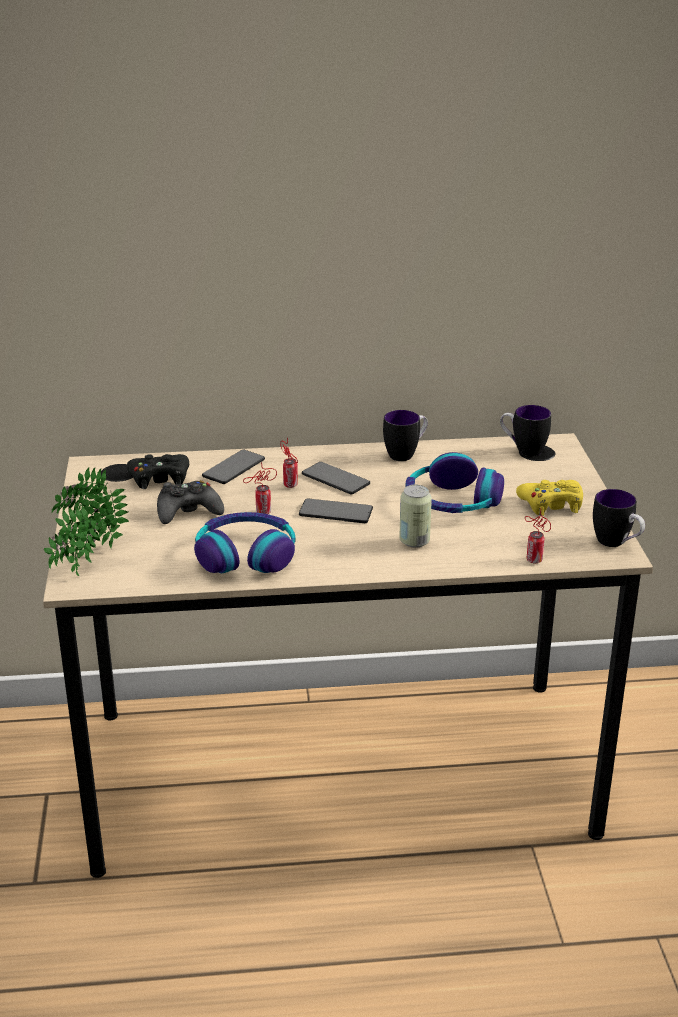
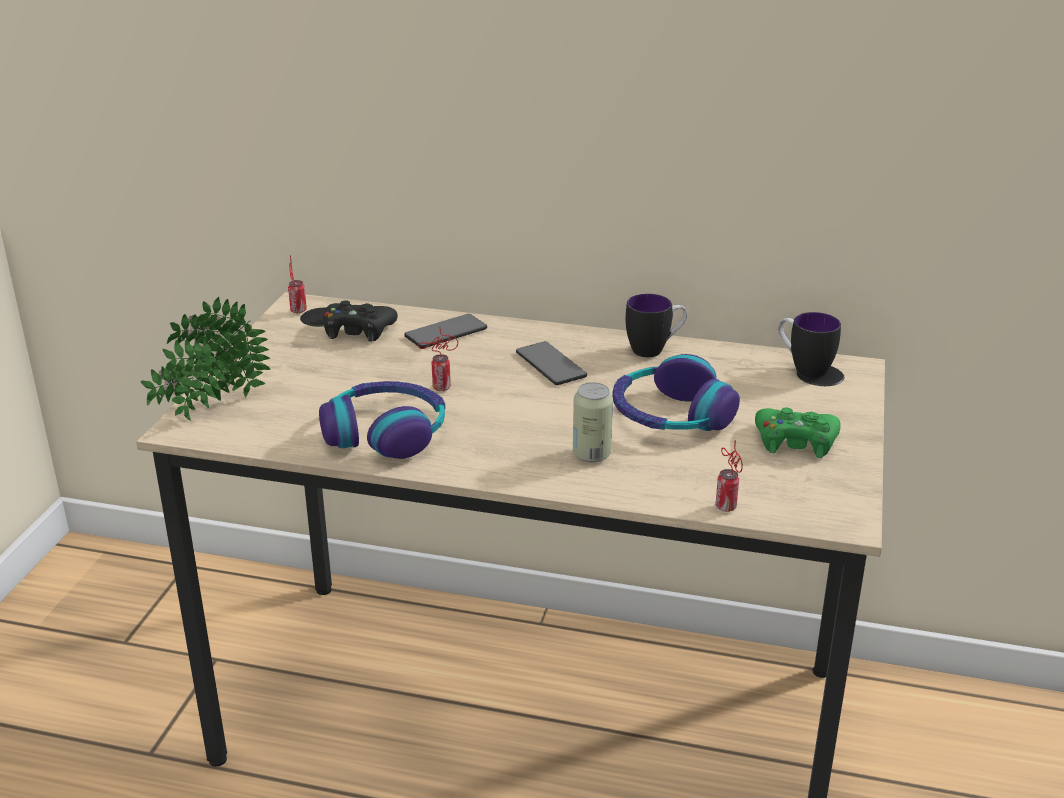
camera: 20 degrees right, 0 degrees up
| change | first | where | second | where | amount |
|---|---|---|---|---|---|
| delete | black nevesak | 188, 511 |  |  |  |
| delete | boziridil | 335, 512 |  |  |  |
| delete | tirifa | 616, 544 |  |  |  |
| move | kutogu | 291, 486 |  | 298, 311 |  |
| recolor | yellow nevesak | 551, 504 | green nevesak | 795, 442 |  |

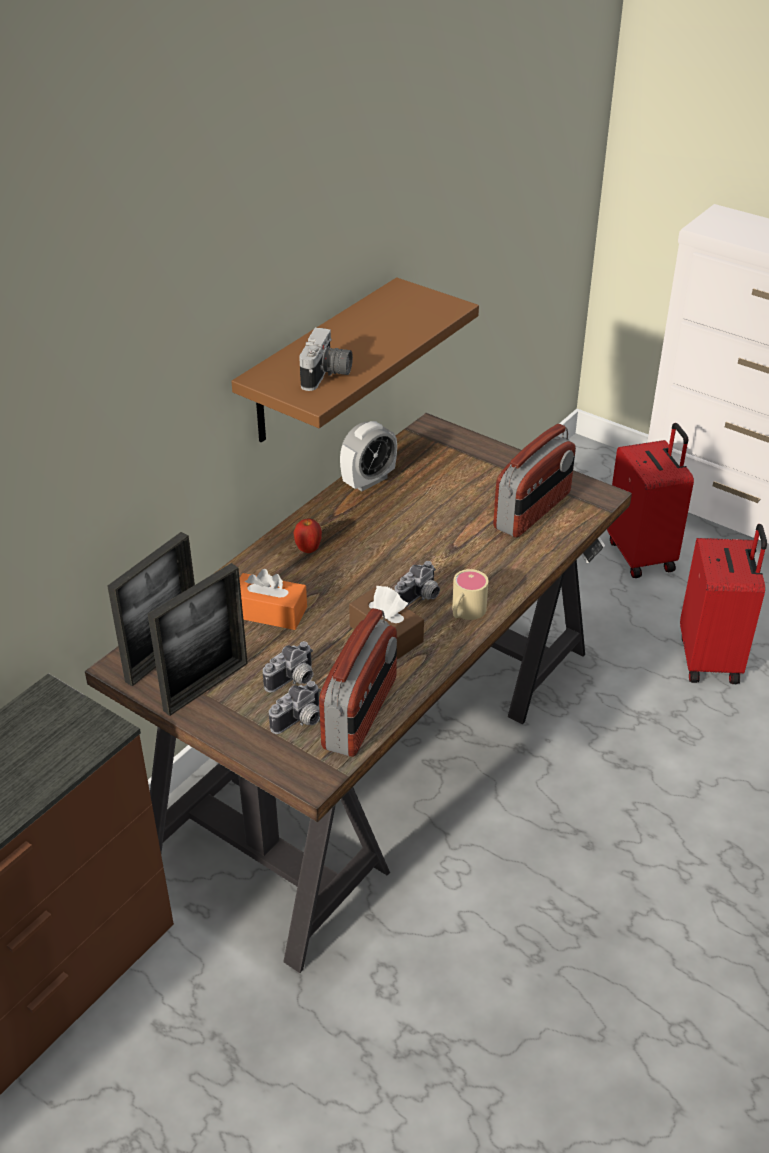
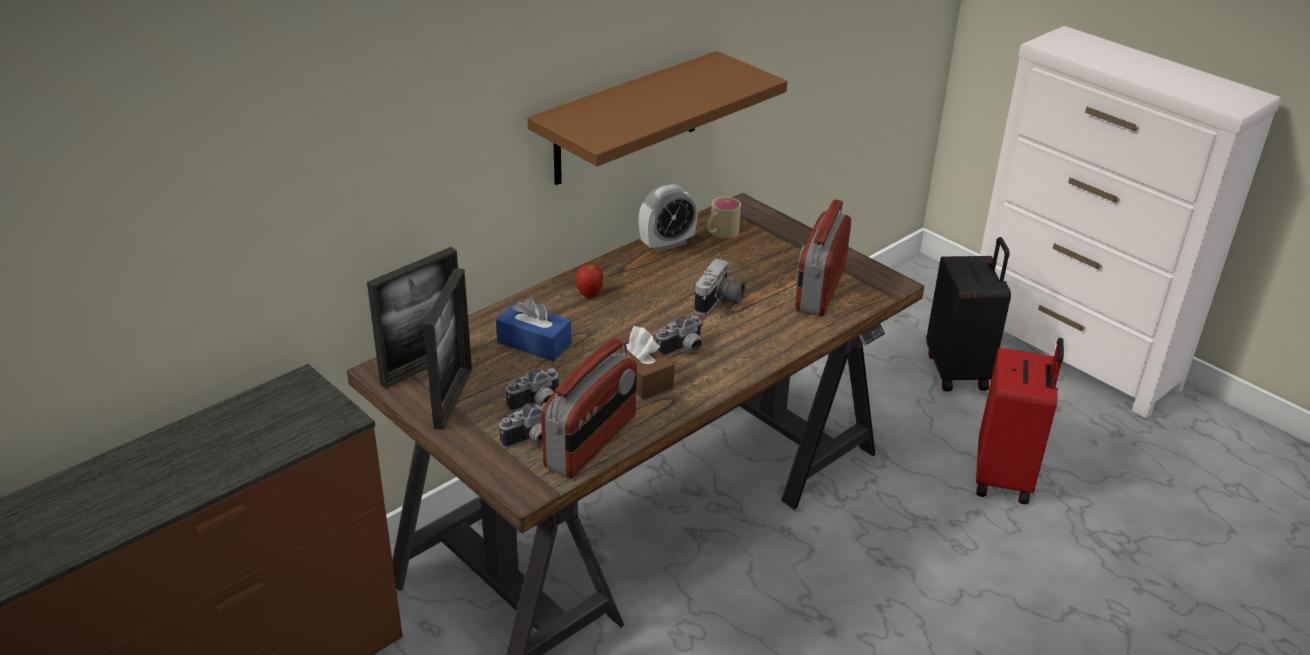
camera: 10 degrees right, 5 degrees down
| change | first | where | second | where | amount |
|---|---|---|---|---|---|
| move | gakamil | 327, 376 |  | 720, 302 |  |
| move | beige tirifa | 465, 613 |  | 720, 233 |  |
| recolor | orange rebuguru | 269, 612 | blue rebuguru | 534, 343 |  |
| recolor | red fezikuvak | 642, 555 | black fezikuvak | 958, 371 |  |
| rotate | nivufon | 206, 686 |  | 453, 398 | 45 degrees counterclockwise |
| rotate | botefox | 533, 511 |  | 819, 289 | 150 degrees clockwise |

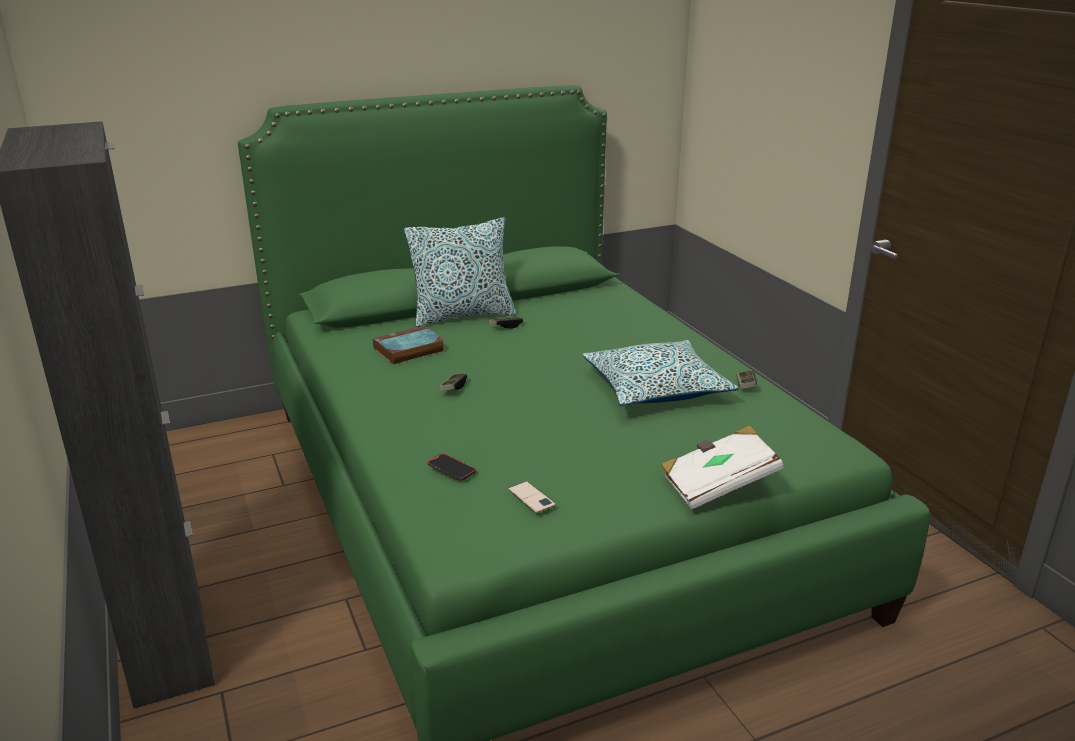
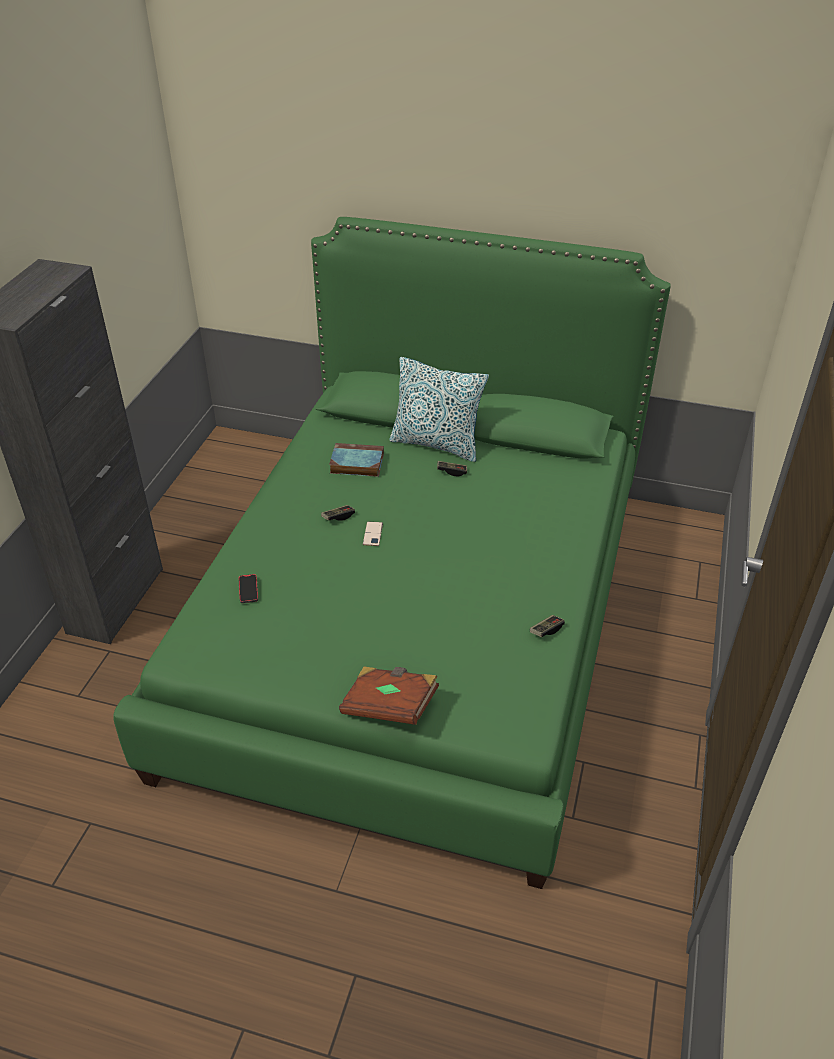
camera: 40 degrees right, 15 degrees up
| change | first | where | second | where | amount |
|---|---|---|---|---|---|
| delete | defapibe | 656, 388 |  |  |  |
| move | boziridil | 531, 497 |  | 373, 534 |  |
| recolor | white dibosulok | 718, 485 | brown dibosulok | 390, 706 |  |

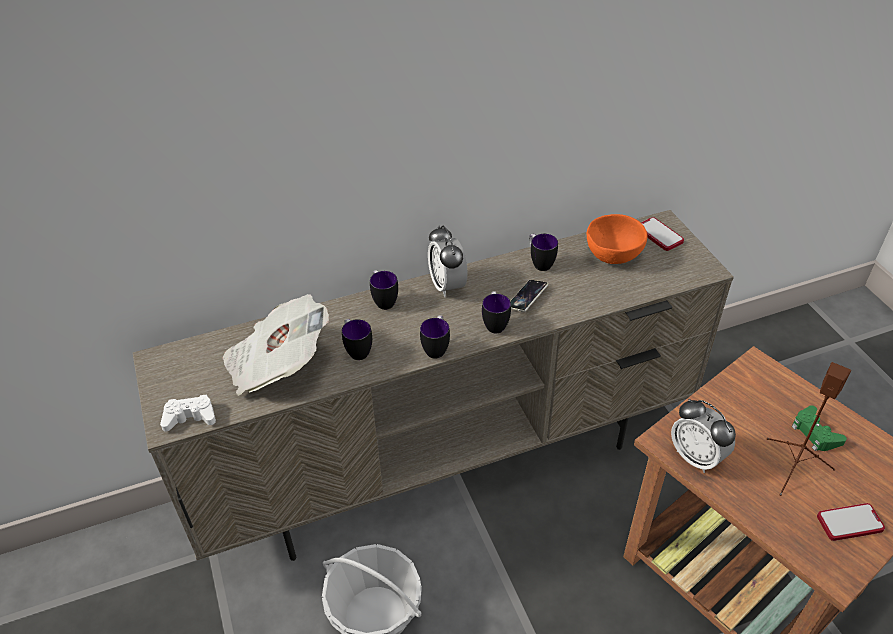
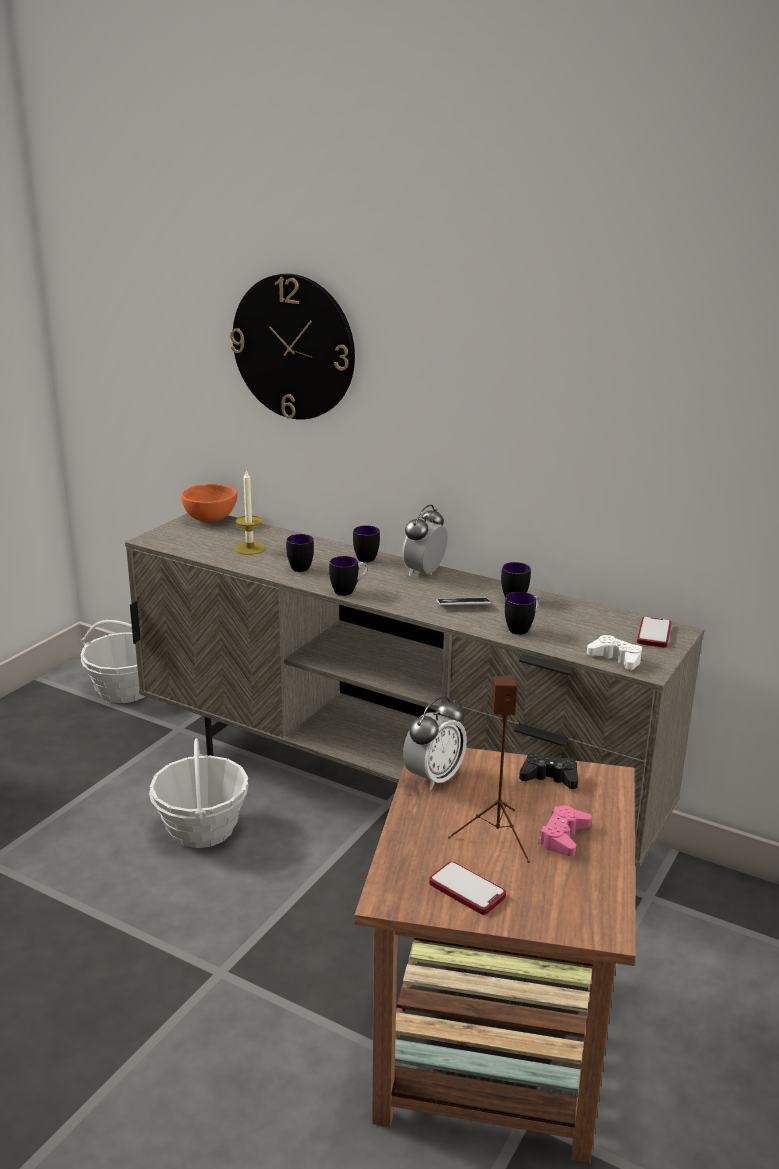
camera: 50 degrees right, 20 degrees down
| change | first | where | second | where | amount |
|---|---|---|---|---|---|
| insert |  |  | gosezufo | 125, 690 |  |
| insert |  |  | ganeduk | 294, 347 |  |
| insert |  |  | black nevesak | 549, 778 |  |
| move | white nevesak | 190, 417 |  | 616, 659 |  |
| move | tirifa | 495, 323 |  | 522, 628 |  |
| move | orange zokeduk | 612, 255 |  | 210, 519 |  |
| replace | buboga | 277, 364 | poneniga | 249, 548 |  |
| recolor | green nevesak | 815, 433 | pink nevesak | 563, 837 |  |
| rotate | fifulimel | 696, 457 |  | 434, 777 | 150 degrees counterclockwise |

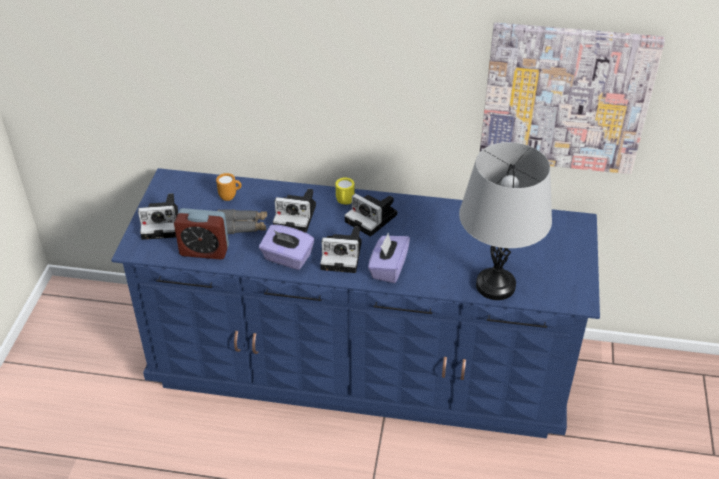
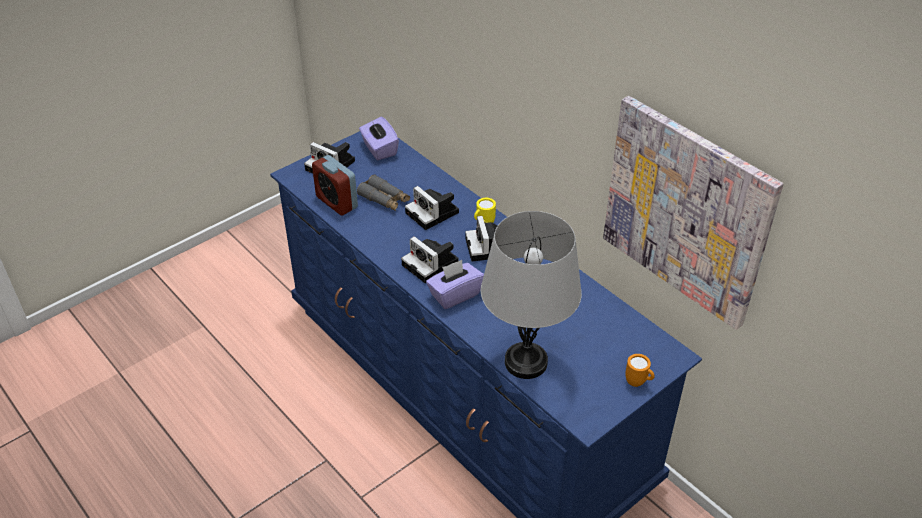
camera: 40 degrees right, 0 degrees up
| change | first | where | second | where | amount |
|---|---|---|---|---|---|
| move | orange tirifa | 230, 197 |  | 638, 382 |  |
| move | purple rebuguru | 287, 258 |  | 379, 149 |  |

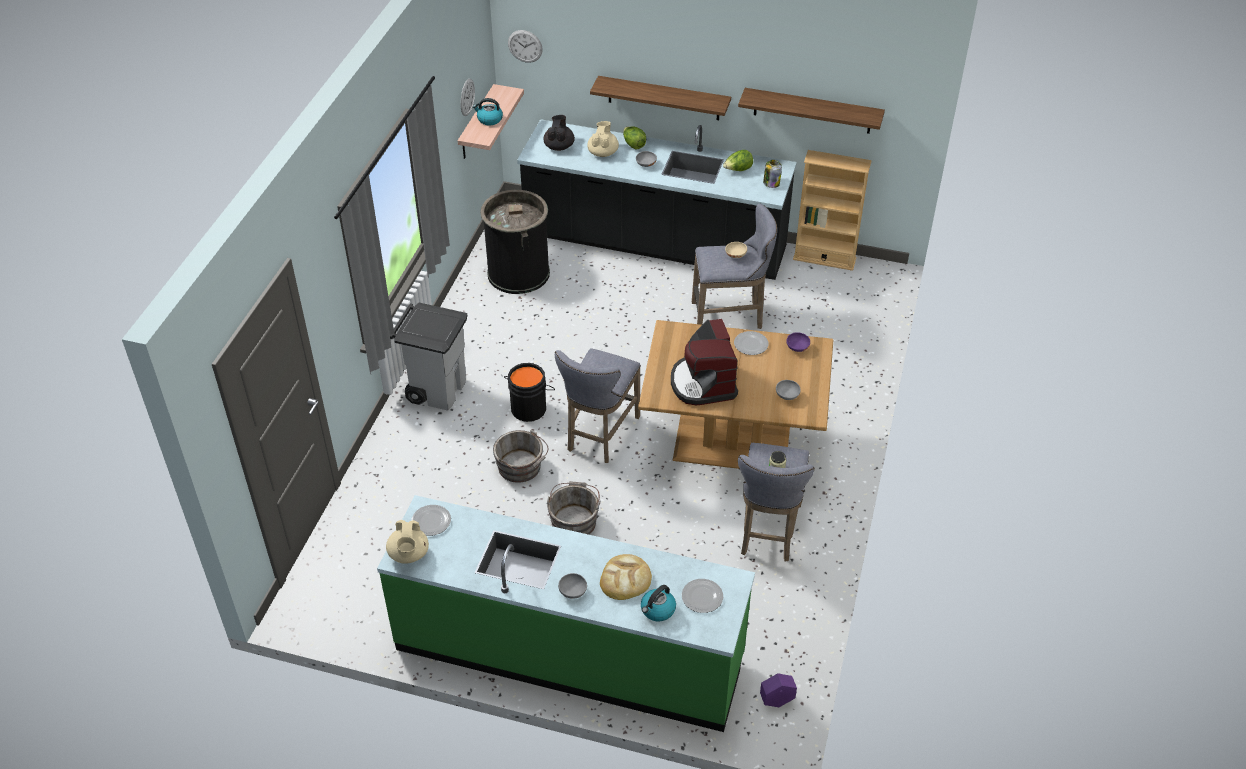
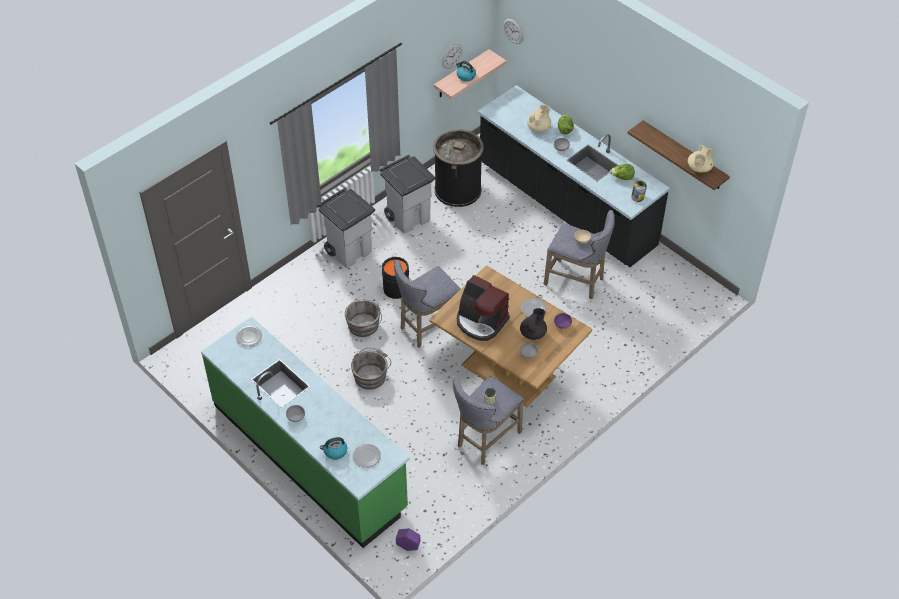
camera: 30 degrees right, 5 degrees up
| change | first | where | second | where | amount |
|---|---|---|---|---|---|
| delete | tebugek | 663, 98 |  |  |  |
| delete | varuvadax | 625, 579 |  |  |  |
| delete | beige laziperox | 824, 258 |  |  |  |
| insert |  |  | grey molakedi | 408, 217 |  |
| move | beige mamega | 409, 554 |  | 699, 168 |  |
| move | black mamega | 559, 146 |  | 533, 333 |  |
| rotate | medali | 703, 383 |  | 481, 321 | 75 degrees counterclockwise |

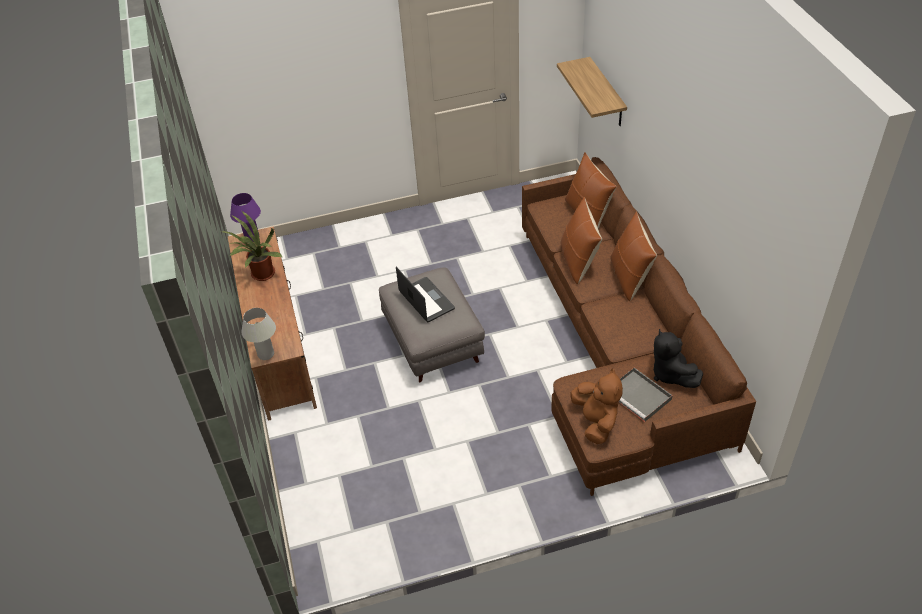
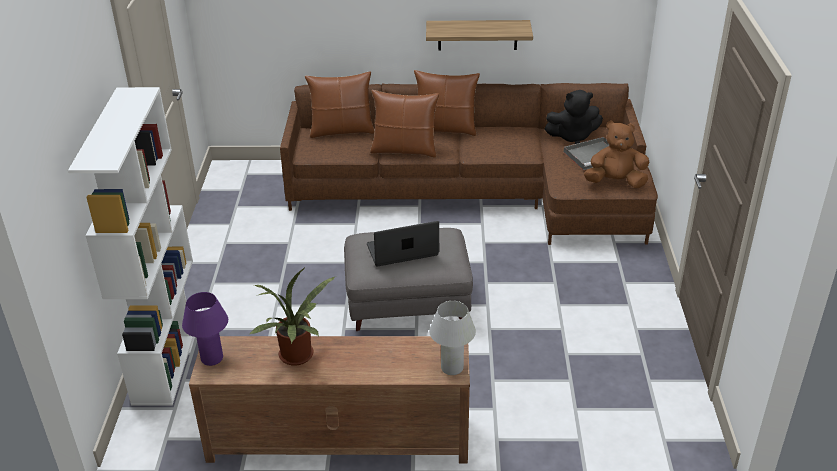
camera: 75 degrees left, 10 degrees down
| change | first | where | second | where | amount |
|---|---|---|---|---|---|
| insert |  |  | white laziperox | 168, 353 |  |
| move | tebugek | 607, 93 |  | 477, 35 |  |

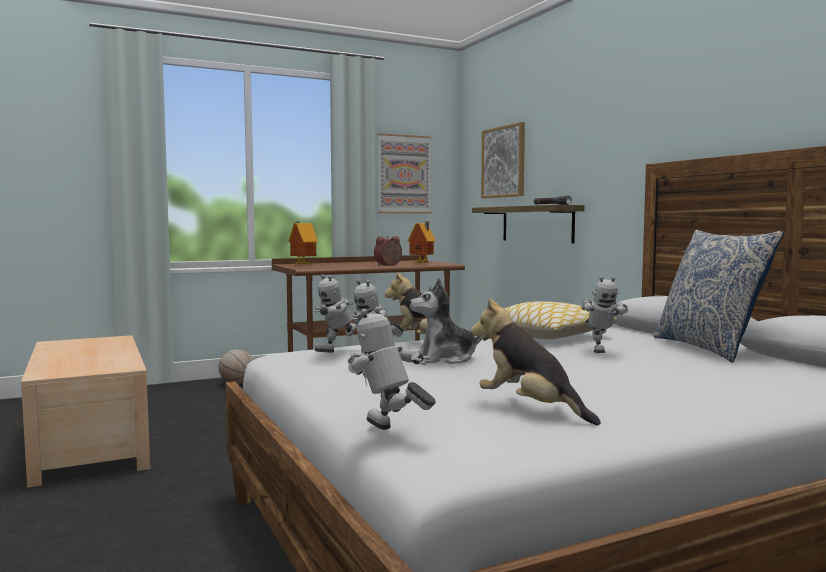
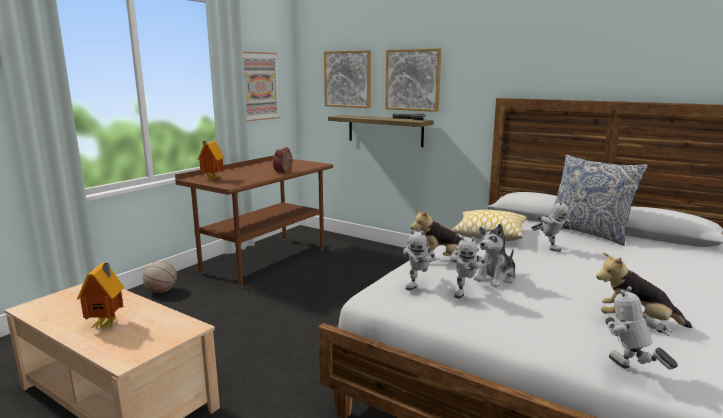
camera: 30 degrees left, 10 degrees up
| change | first | where | second | where | amount |
|---|---|---|---|---|---|
| insert |  |  | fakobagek | 413, 80 |  |
| move | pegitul | 422, 263 |  | 107, 324 |  |
| rotate | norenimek | 389, 432 |  | 631, 372 | 45 degrees clockwise |

